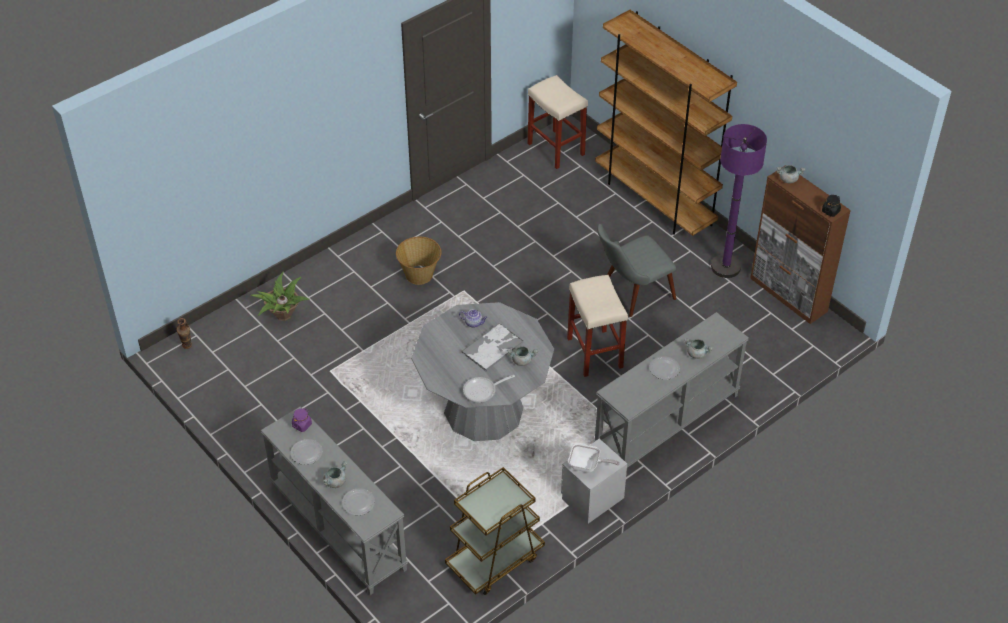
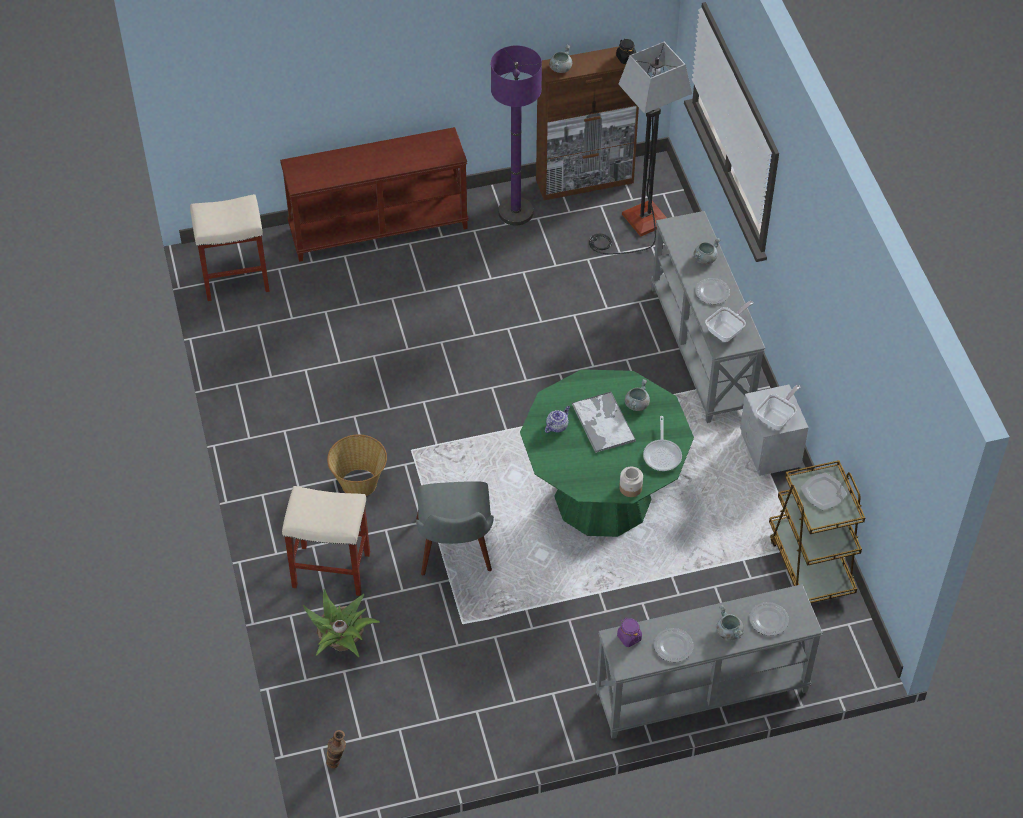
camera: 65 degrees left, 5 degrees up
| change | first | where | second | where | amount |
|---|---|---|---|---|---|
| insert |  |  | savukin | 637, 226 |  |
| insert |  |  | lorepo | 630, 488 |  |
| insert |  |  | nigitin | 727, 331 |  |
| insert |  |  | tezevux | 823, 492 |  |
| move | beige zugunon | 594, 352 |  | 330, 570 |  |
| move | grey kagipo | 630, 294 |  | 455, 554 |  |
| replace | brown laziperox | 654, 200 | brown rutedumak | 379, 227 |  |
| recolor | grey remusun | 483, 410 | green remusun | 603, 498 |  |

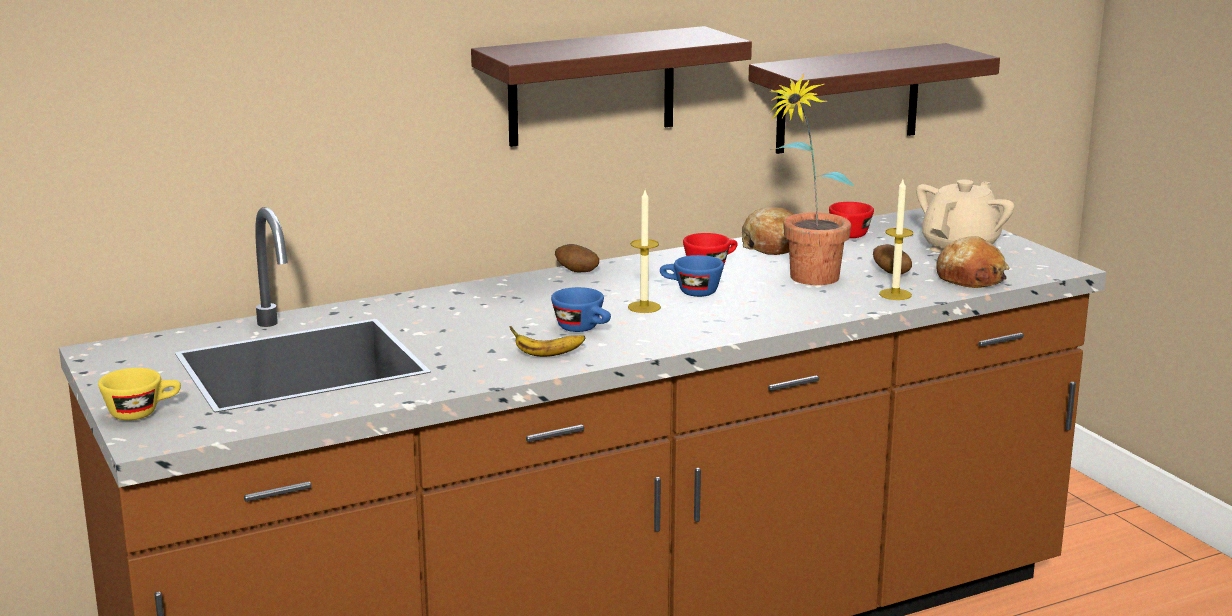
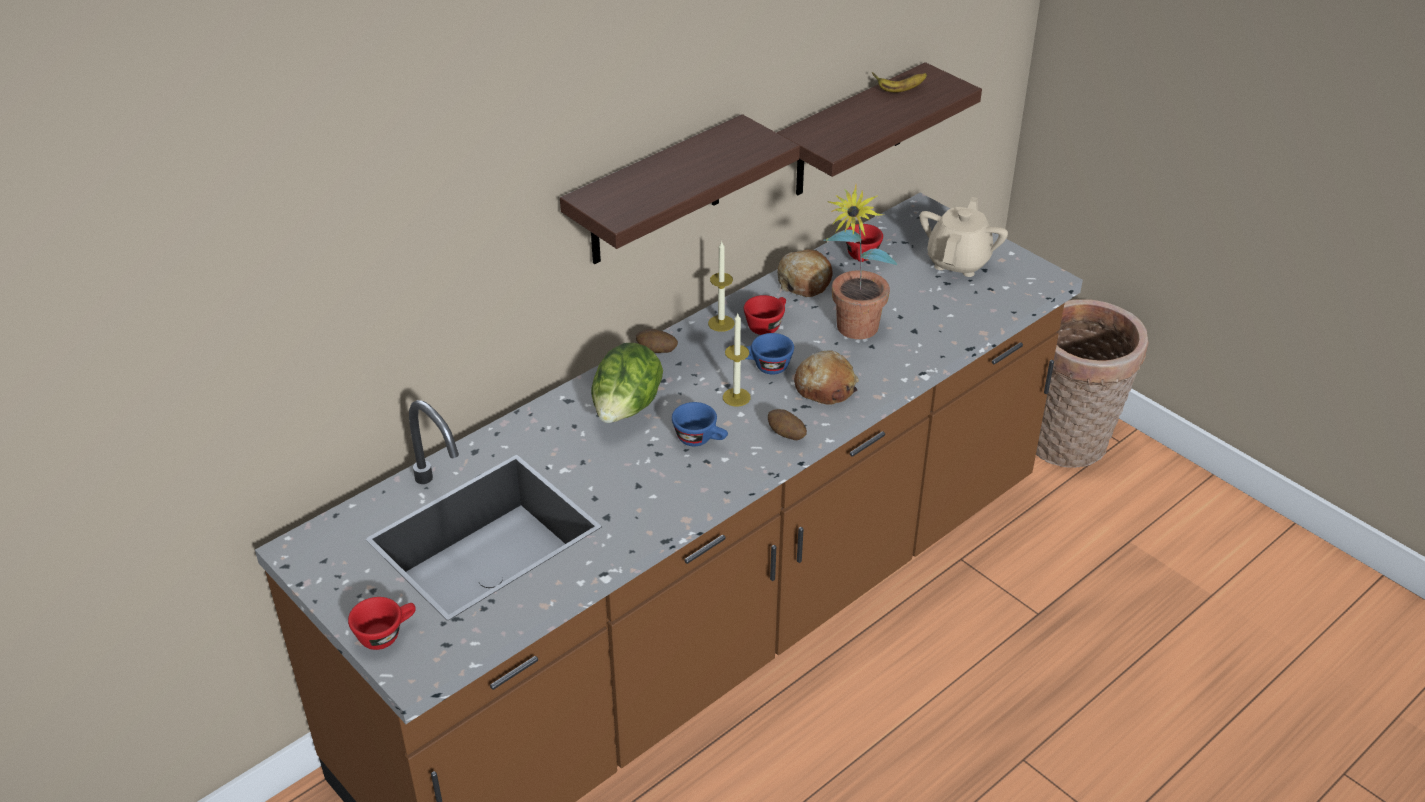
camera: 15 degrees left, 20 degrees up
| change | first | where | second | where | amount |
|---|---|---|---|---|---|
| insert |  |  | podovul | 626, 410 |  |
| insert |  |  | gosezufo | 1069, 445 |  |
| move | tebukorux | 547, 355 |  | 900, 90 |  |
| move | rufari | 891, 273 |  | 786, 435 |  |
| move | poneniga | 895, 294 |  | 721, 323 |  |
| move | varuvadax | 971, 278 |  | 825, 387 |  |
| recolor | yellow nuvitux | 142, 412 | red nuvitux | 386, 634 |  |

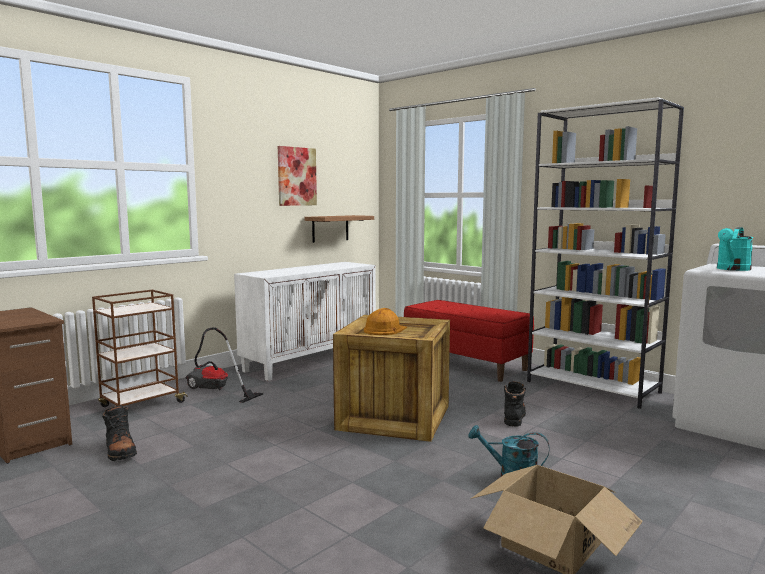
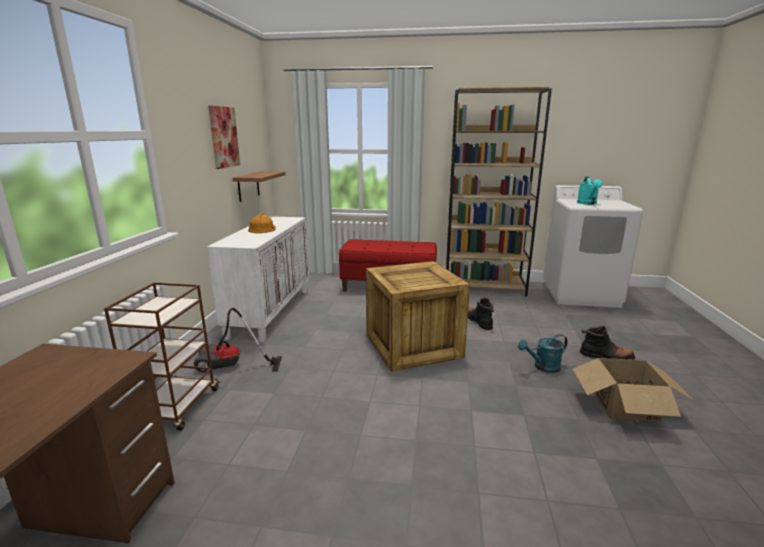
camera: 35 degrees left, 10 degrees up
| change | first | where | second | where | amount |
|---|---|---|---|---|---|
| move | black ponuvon | 120, 451 |  | 606, 357 |  |
| move | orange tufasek | 384, 329 |  | 262, 229 |  |
| recolor | white laziperox | 593, 387 | brown laziperox | 484, 287 |  |

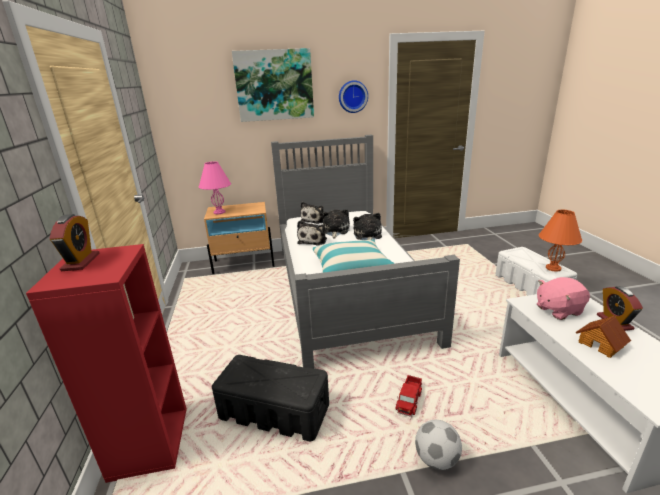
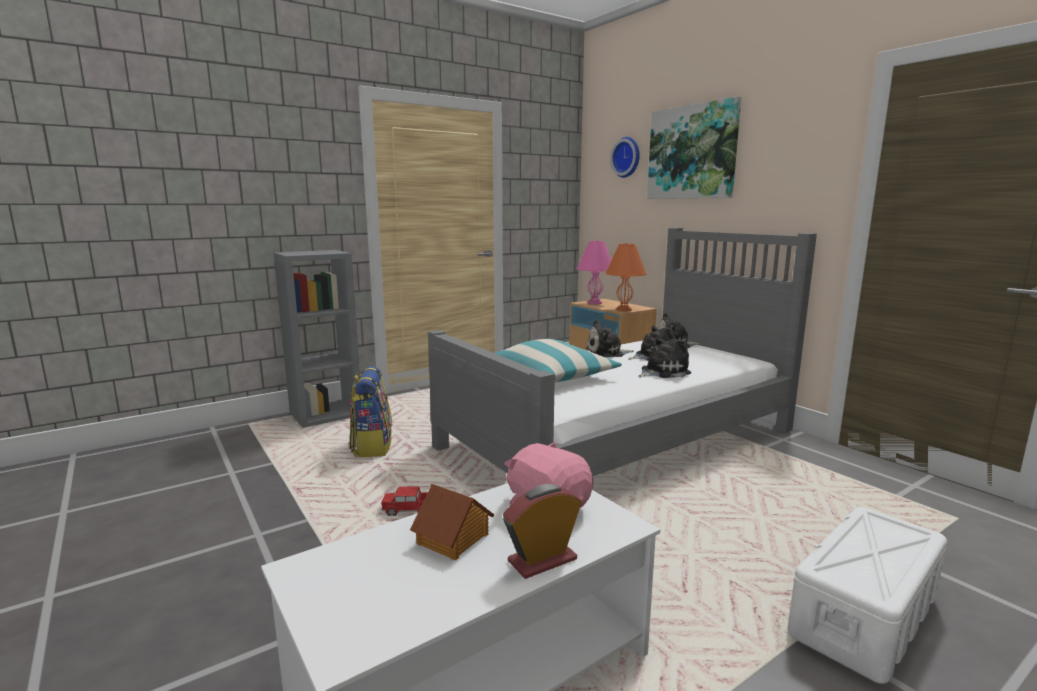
camera: 65 degrees right, 10 degrees down
| change | first | where | second | where | amount |
|---|---|---|---|---|---|
| delete | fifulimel | 81, 262 |  |  |  |
| delete | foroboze | 436, 459 |  |  |  |
| move | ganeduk | 352, 96 |  | 627, 157 |  |
| move | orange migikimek | 553, 268 |  | 624, 310 |  |
| replace | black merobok | 273, 411 | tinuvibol | 372, 446 |  |
| recolor | red laziperox | 149, 442 | grey laziperox | 326, 414 |  |

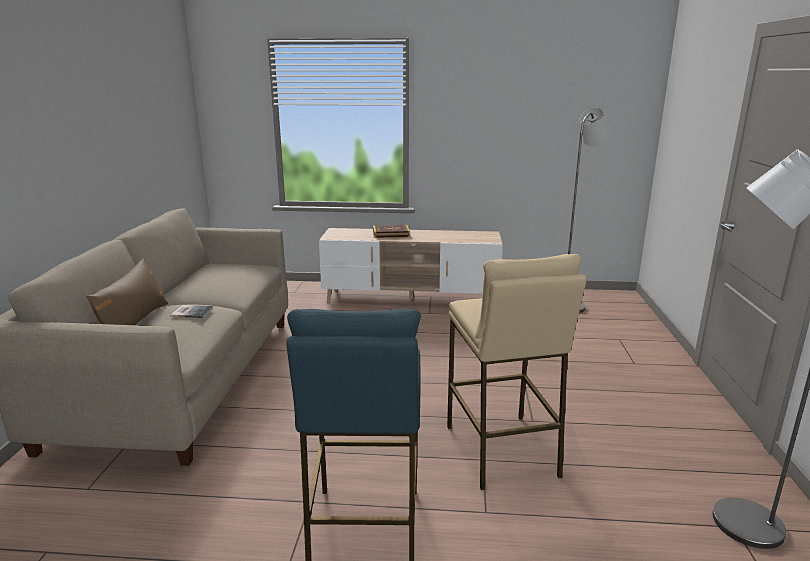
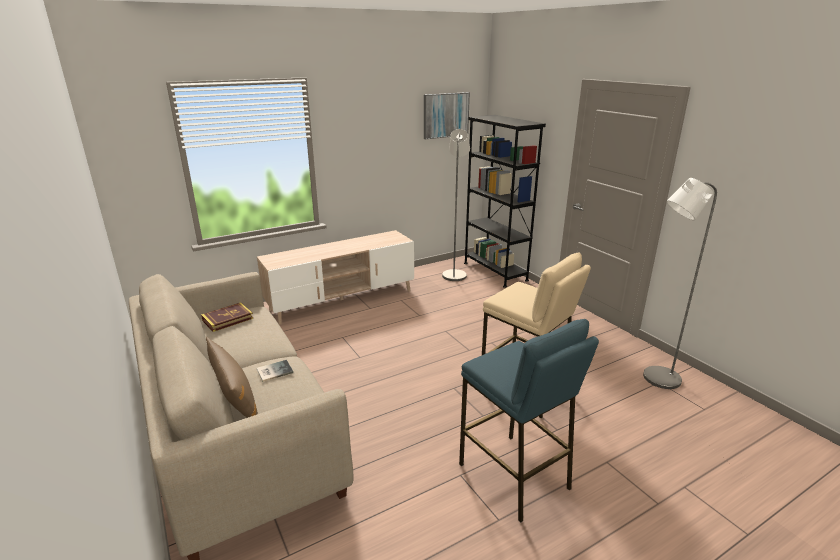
camera: 35 degrees left, 5 degrees up
| change | first | where | second | where | amount |
|---|---|---|---|---|---|
| insert |  |  | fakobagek | 445, 115 |  |
| insert |  |  | black laziperox | 495, 271 |  |
| move | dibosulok | 391, 234 |  | 227, 319 |  |

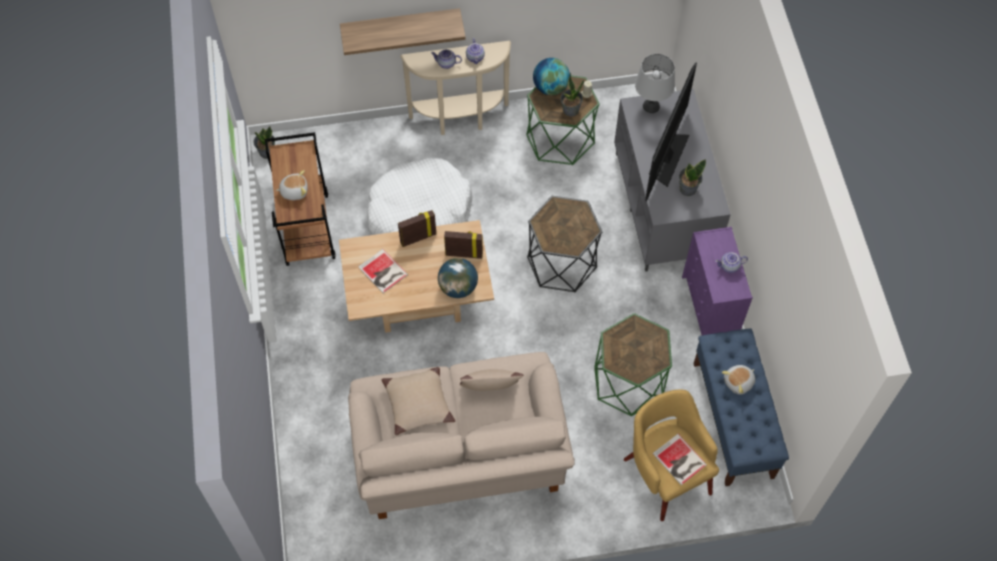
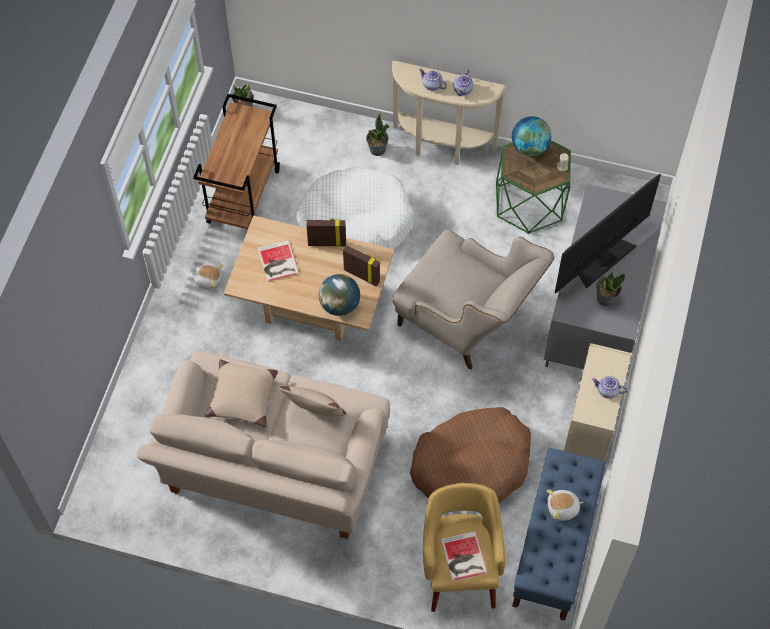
camera: 25 degrees right, 0 degrees up
| change | first | where | second | where | amount |
|---|---|---|---|---|---|
| delete | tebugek | 401, 25 |  |  |  |
| delete | grey migikimek | 651, 106 |  |  |  |
| move | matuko | 294, 191 |  | 208, 280 |  |
| move | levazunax | 570, 110 |  | 377, 149 |  |
| replace | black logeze | 561, 262 | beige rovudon | 467, 324 |  |
| replace | green logeze | 629, 381 | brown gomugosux | 472, 465 |  |
| recolor | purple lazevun | 709, 309 | beige lazevun | 589, 429 |  |

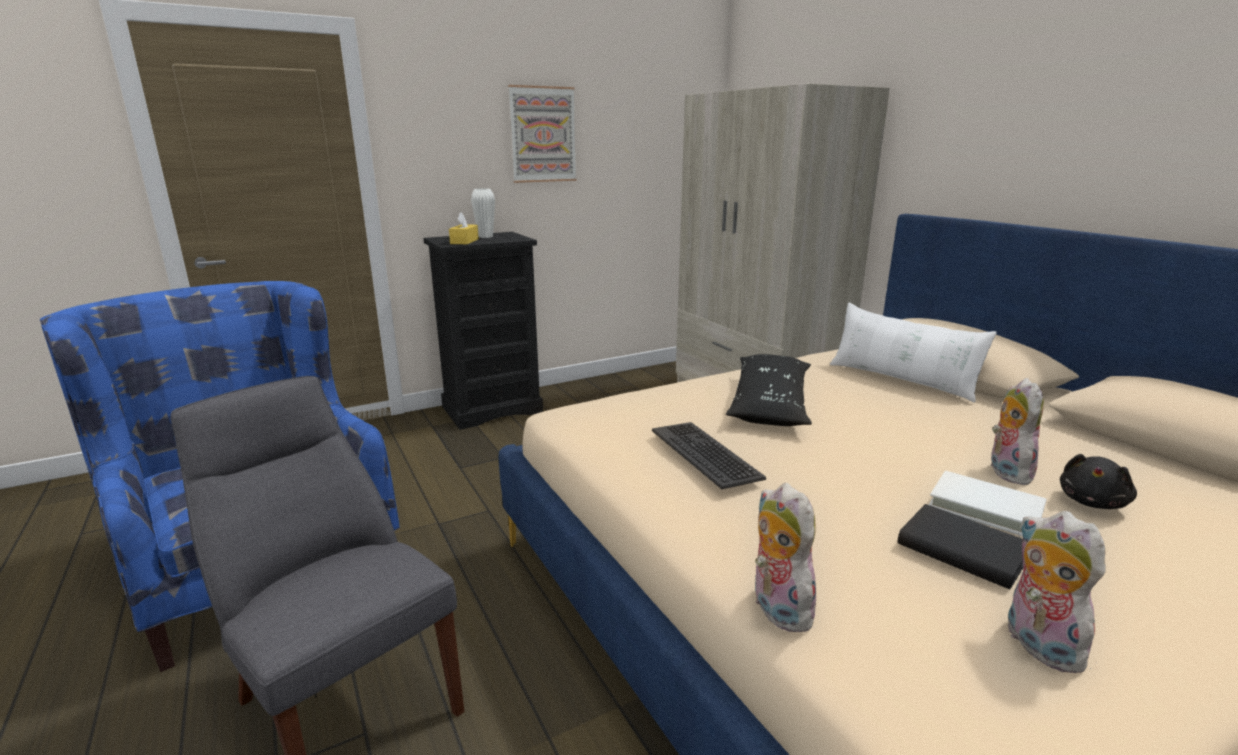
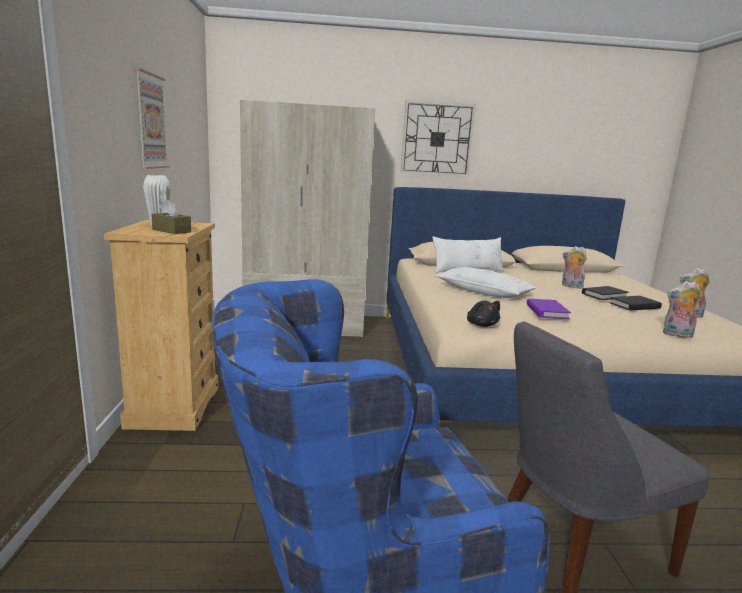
camera: 65 degrees left, 5 degrees down
| change | first | where | second | where | amount |
|---|---|---|---|---|---|
| insert |  |  | ganeduk | 437, 139 |  |
| move | black matuko | 1092, 502 |  | 481, 325 |  |
| replace | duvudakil | 705, 454 | purple dibosulok | 547, 311 |  |
| recolor | black lazevun | 492, 409 | beige lazevun | 174, 406 |  |
| recolor | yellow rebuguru | 464, 241 | brown rebuguru | 171, 231 |  |
| recolor | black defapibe | 770, 405 | white defapibe | 483, 292 |  |
| recolor | white dibosulok | 985, 508 | black dibosulok | 604, 295 |  |

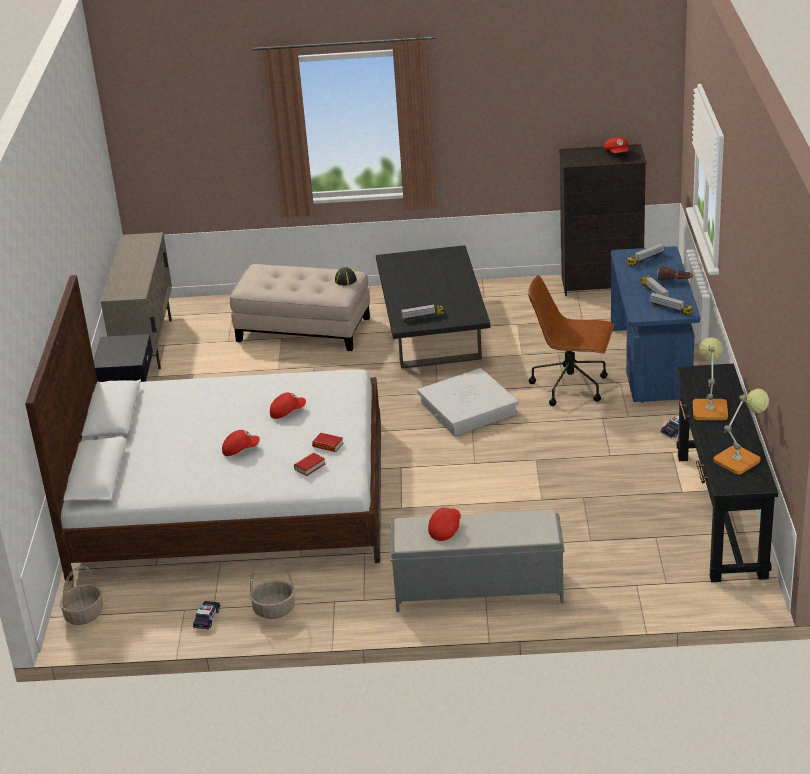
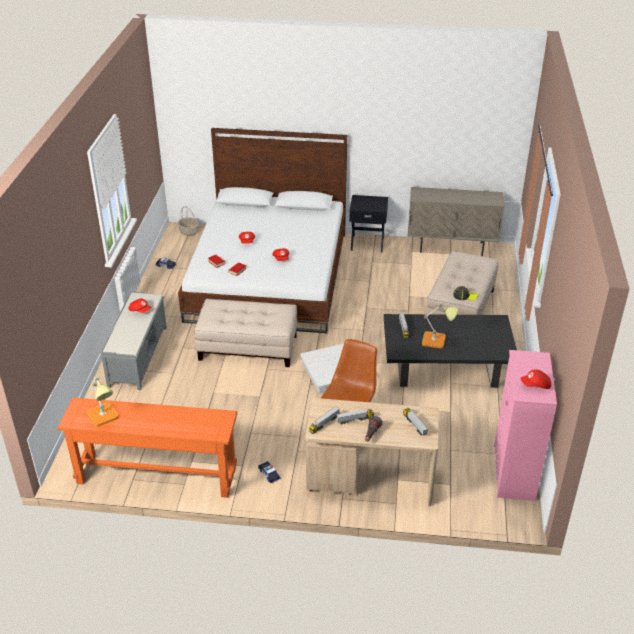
camera: 95 degrees right, 5 degrees up
| change | first | where | second | where | amount |
|---|---|---|---|---|---|
| delete | gosezufo | 274, 610 |  |  |  |
| insert |  |  | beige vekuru | 248, 347 |  |
| move | migikimek | 709, 407 |  | 437, 341 |  |
| recolor | black lazevun | 602, 284 | pink lazevun | 513, 473 |  |
| recolor | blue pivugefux | 652, 363 | beige pivugefux | 370, 479 |  |
| recolor | black rutedumak | 720, 514 | orange rutedumak | 157, 475 |  |

